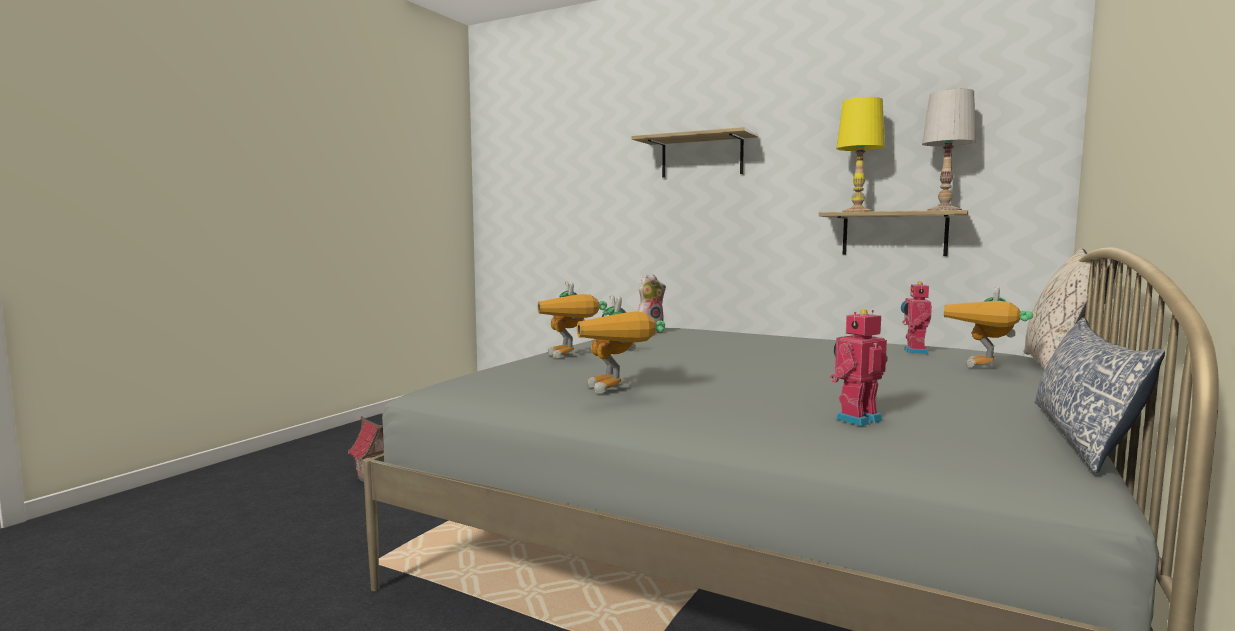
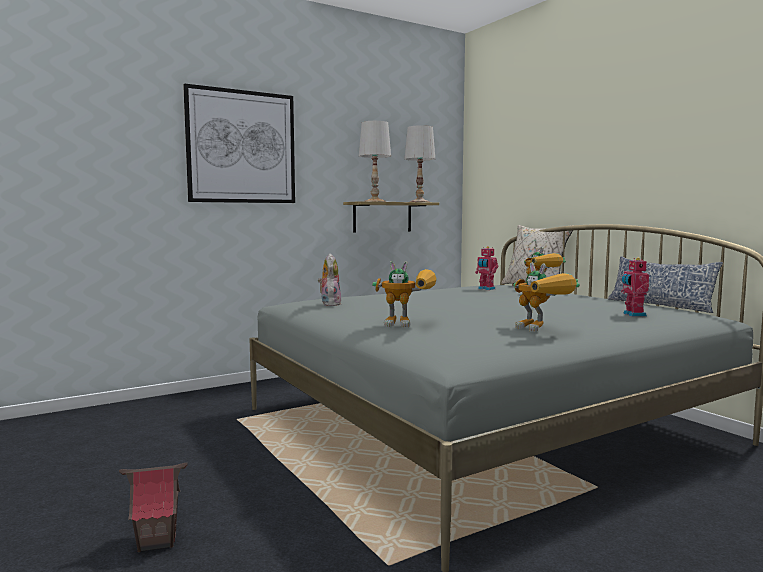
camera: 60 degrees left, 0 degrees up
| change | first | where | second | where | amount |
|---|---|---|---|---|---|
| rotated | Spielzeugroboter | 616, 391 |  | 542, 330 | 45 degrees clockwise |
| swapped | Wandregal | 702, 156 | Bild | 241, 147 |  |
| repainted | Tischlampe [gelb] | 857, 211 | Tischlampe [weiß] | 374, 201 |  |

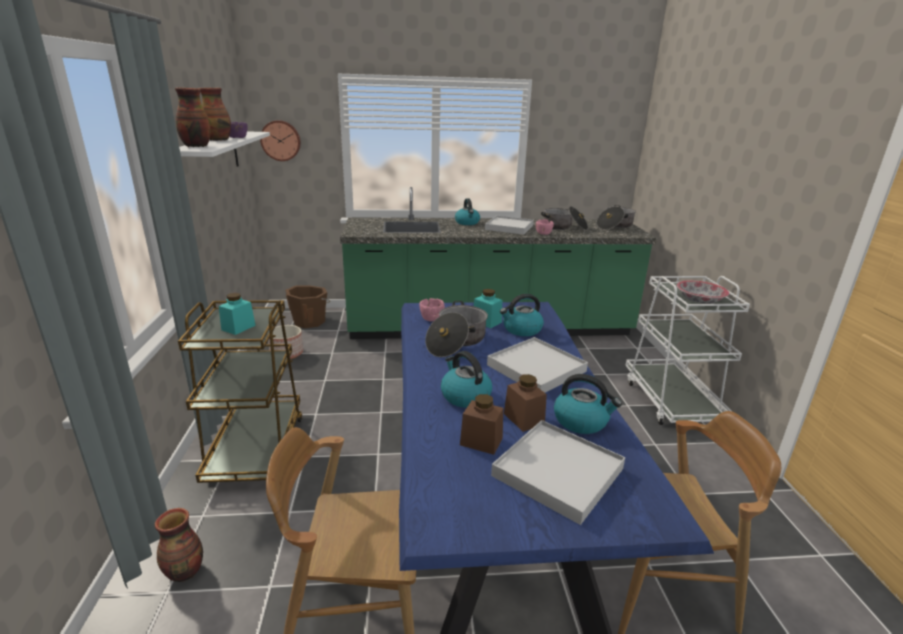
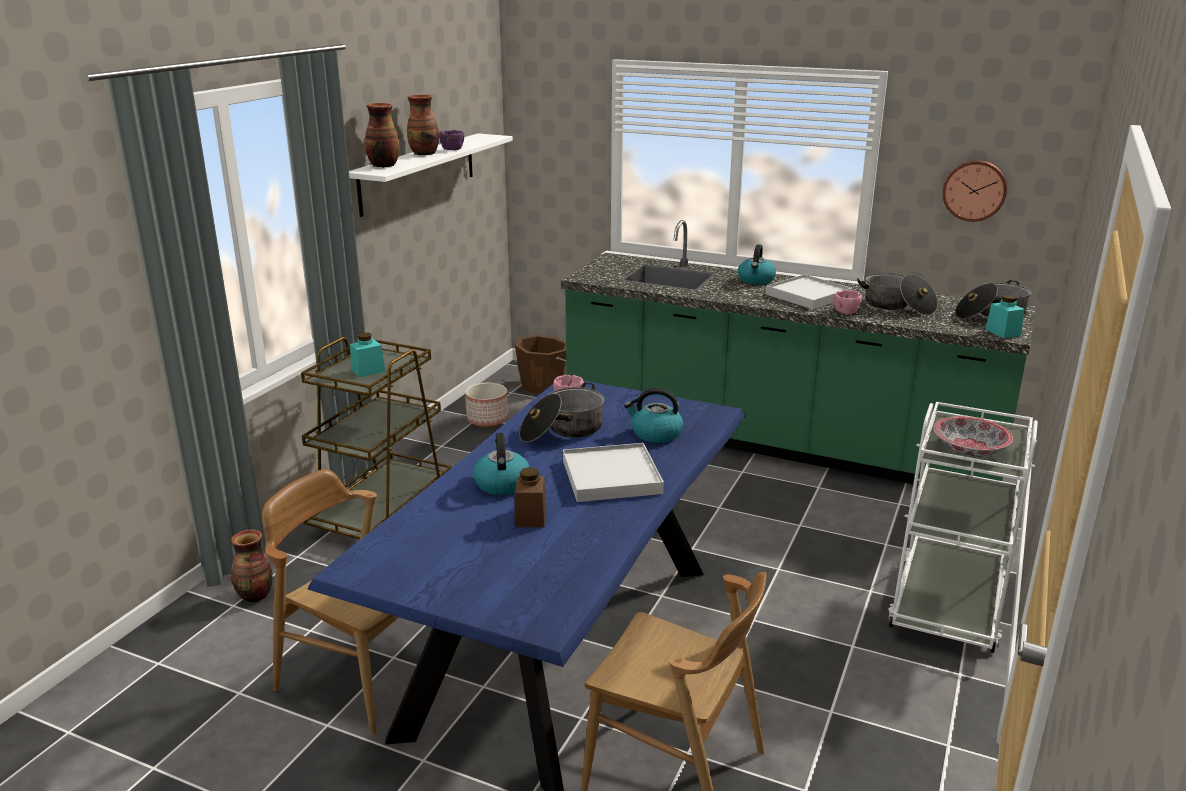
camera: 30 degrees right, 0 degrees up
| change | first | where | second | where | amount |
|---|---|---|---|---|---|
| shifted | Wanduhr | 281, 140 |  | 974, 190 |  |
| gone | Vorratsglas [braun] | 481, 441 |  |  |  |
| shifted | Vorratsglas [türkis] | 486, 322 |  | 1003, 332 |  |
| gone | Tablett [weiß] | 558, 472 |  |  |  |
| gone | Wasserkessel | 581, 421 |  |  |  |

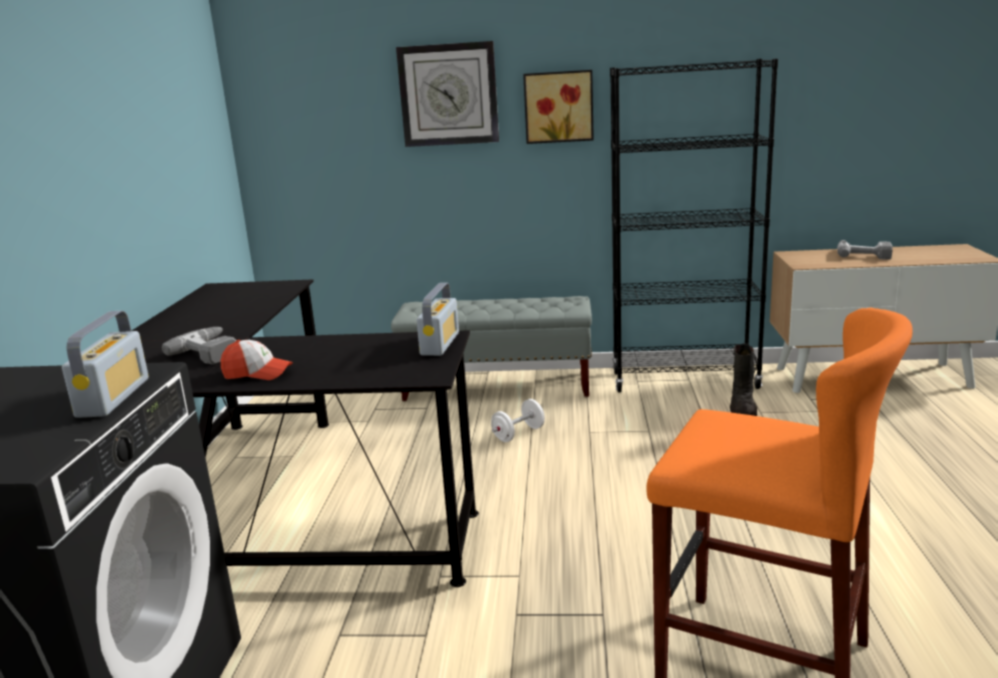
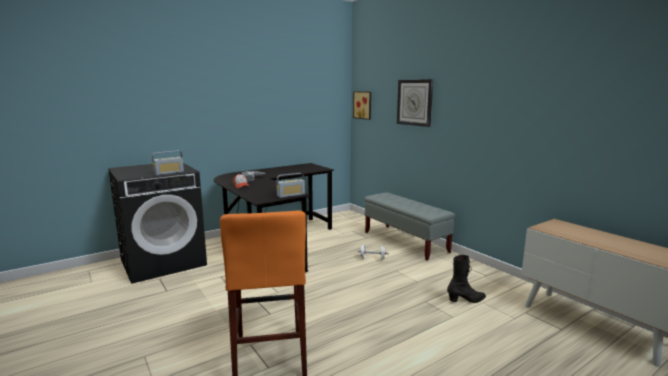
camera: 50 degrees right, 5 degrees down
| change | first | where | second | where | amount |
|---|---|---|---|---|---|
| shifted | Bild | 558, 107 |  | 363, 105 |  |
| gone | Bücherregal [schwarz] | 684, 380 |  |  |  |
| gone | Bohrmaschine | 862, 254 |  |  |  |

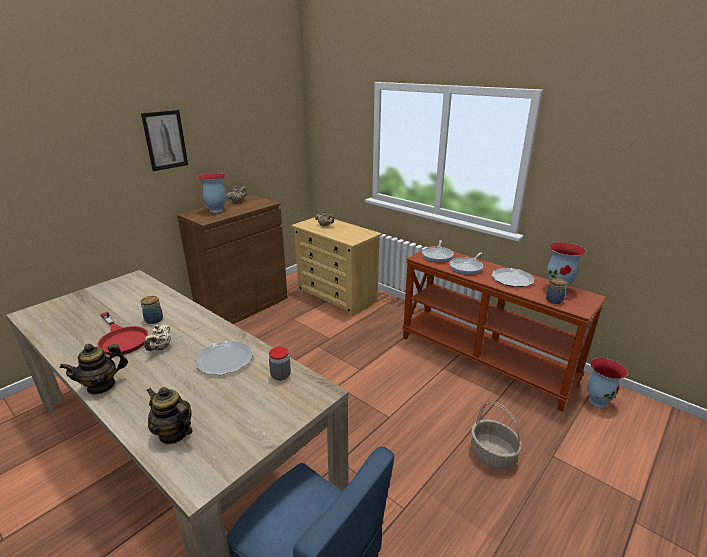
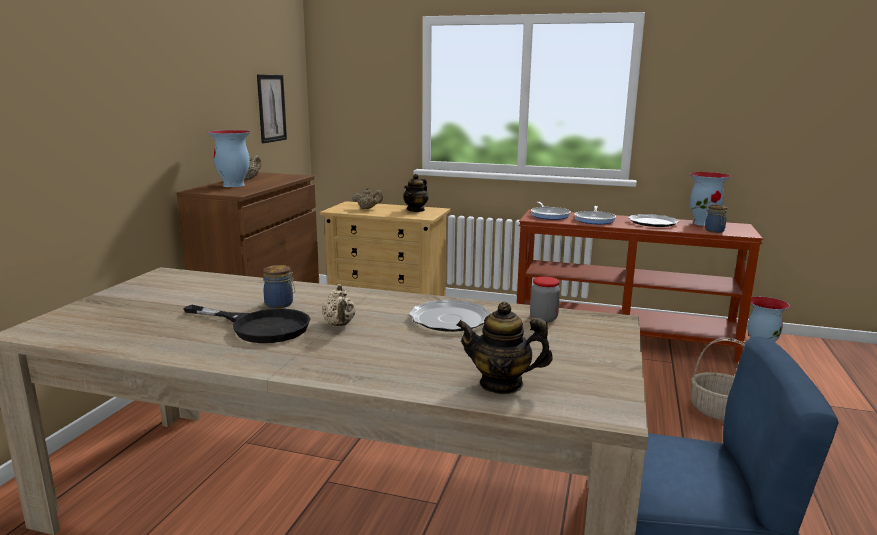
camera: 25 degrees left, 10 degrees down
| change | first | where | second | where | amount |
|---|---|---|---|---|---|
| shifted | Teekanne | 101, 386 |  | 416, 210 |  |
| repainted | Pfanne [rot] | 121, 338 | Pfanne [schwarz] | 260, 327 |  |
| shifted | Bild | 165, 140 |  | 271, 108 |  |

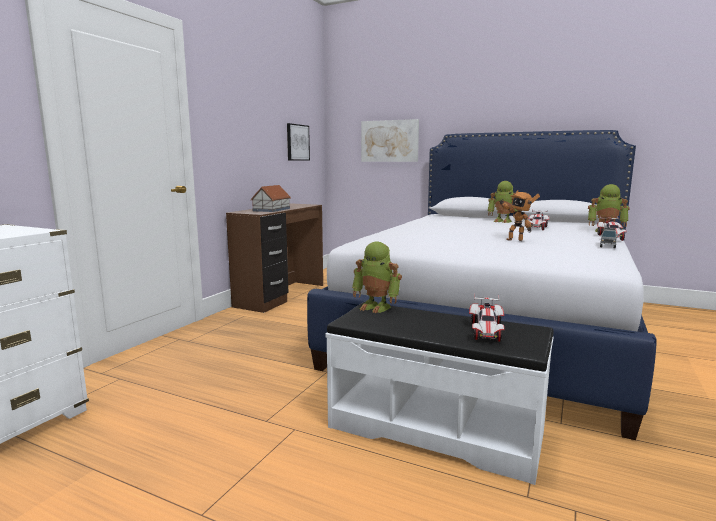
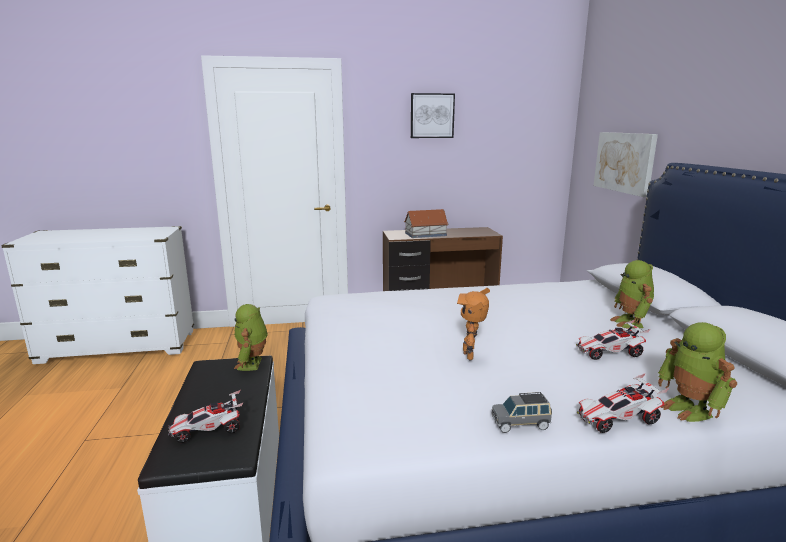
camera: 55 degrees right, 5 degrees up
| change | first | where | second | where | amount |
|---|---|---|---|---|---|
| shifted | Bild | 297, 142 |  | 432, 115 |  |

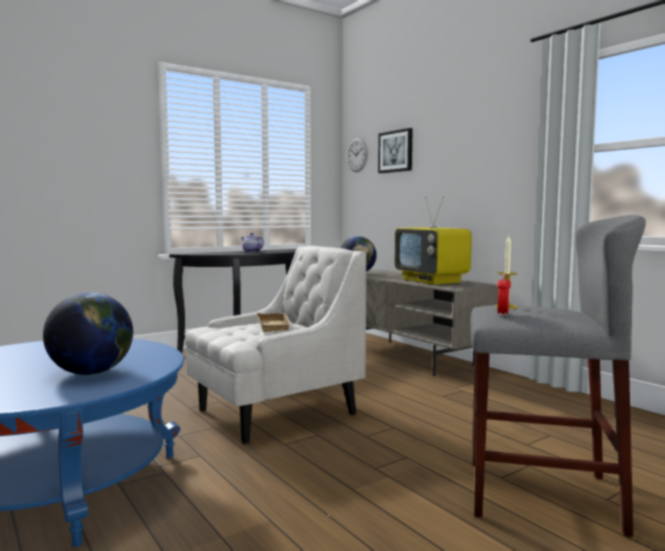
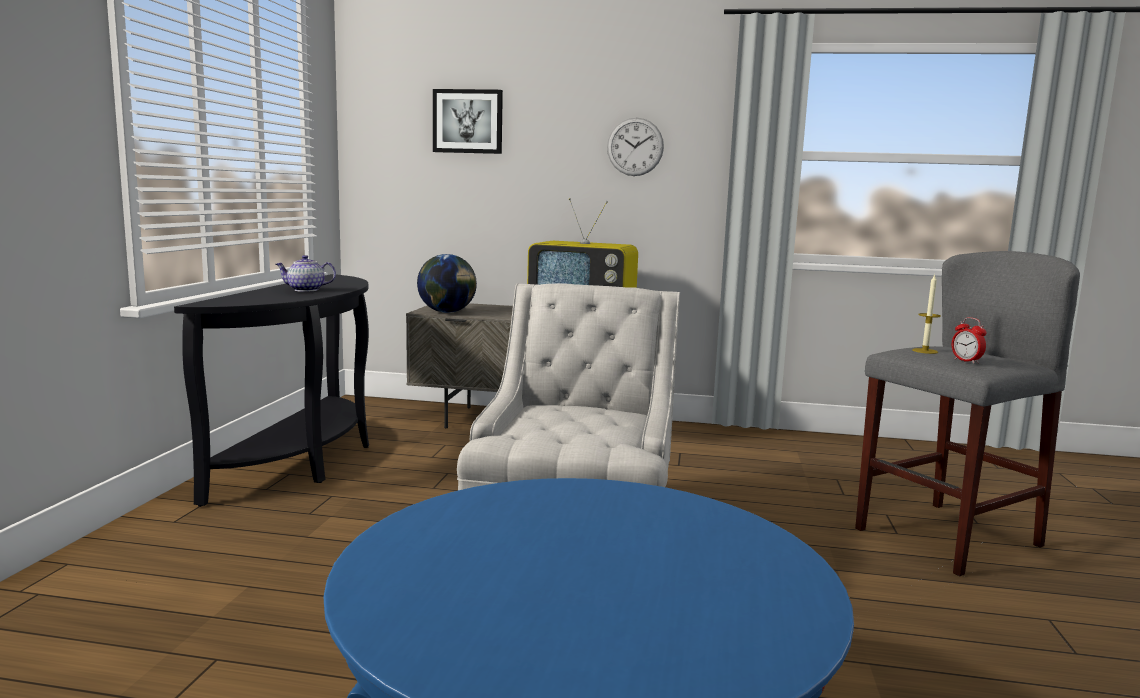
camera: 45 degrees left, 5 degrees up
| change | first | where | second | where | amount |
|---|---|---|---|---|---|
| gone | Globus | 91, 373 |  |  |  |
| gone | Tablett [beige] | 275, 326 |  |  |  |
| shifted | Wanduhr | 357, 155 |  | 635, 147 |  |

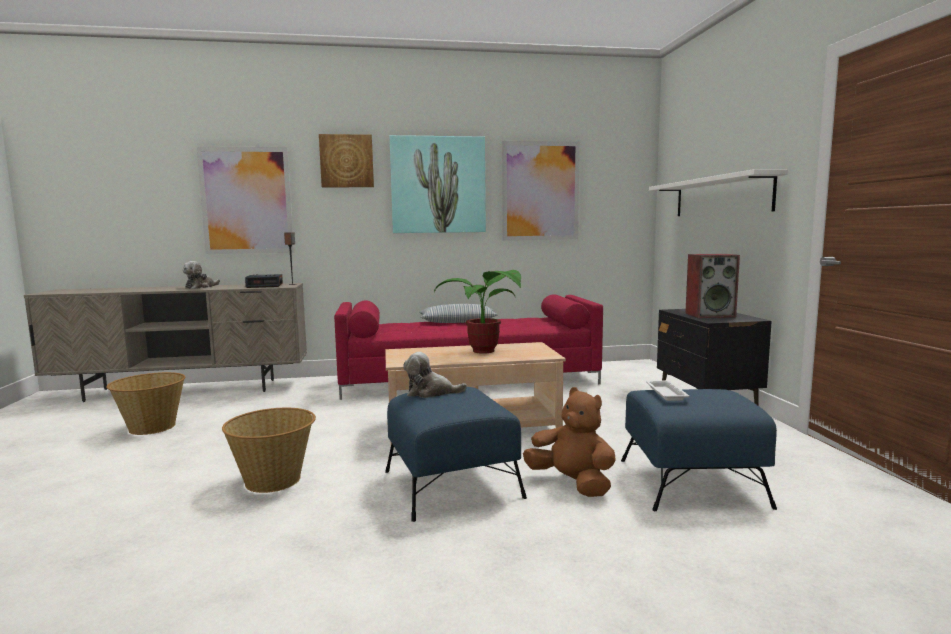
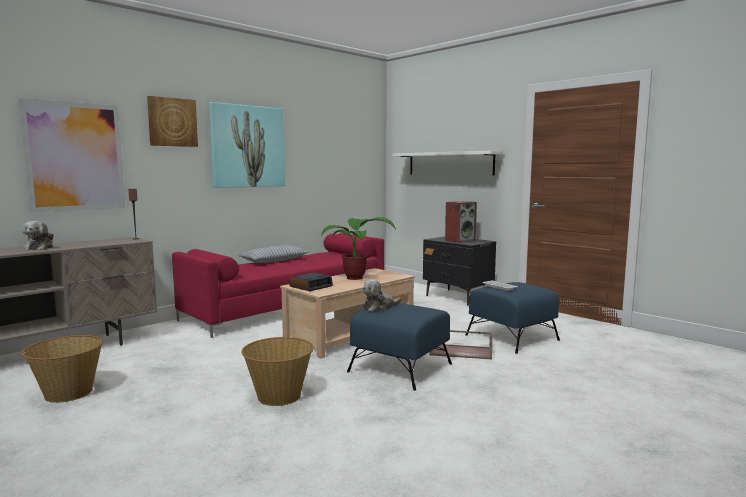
camera: 35 degrees left, 0 degrees up
| change | first | where | second | where | amount |
|---|---|---|---|---|---|
| shifted | Wecker | 265, 286 |  | 311, 286 |  |
| gone | Bild | 540, 191 |  |  |  |
| swapped | Plüschtier [braun] | 572, 483 | Tablett [braun] | 461, 351 |  |

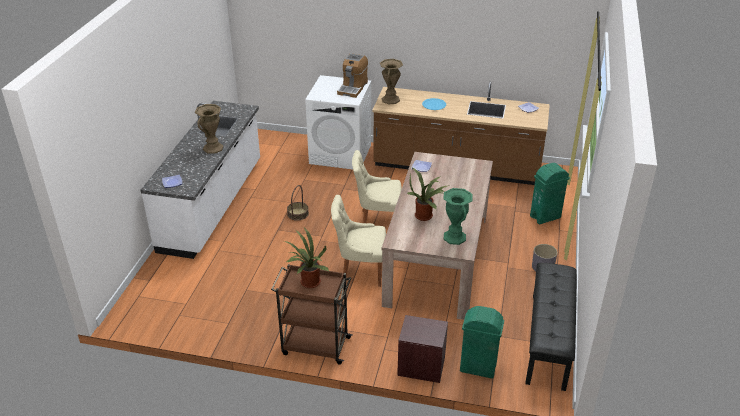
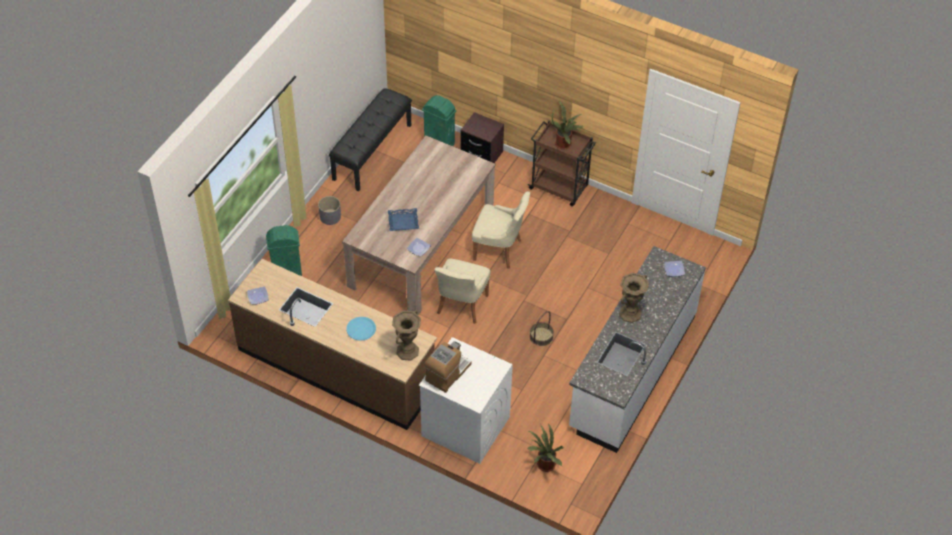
camera: 165 degrees left, 15 degrees up
| change | first | where | second | where | amount |
|---|---|---|---|---|---|
| rotated | Stuhl [beige] | 377, 222 |  | 461, 306 | 90 degrees clockwise |
| shifted | Topfpflanze | 425, 215 |  | 544, 465 |  |
| gone | Vase [grün] | 454, 237 |  |  |  |
| new |  |  | Tablett [blau] | 403, 222 |  |

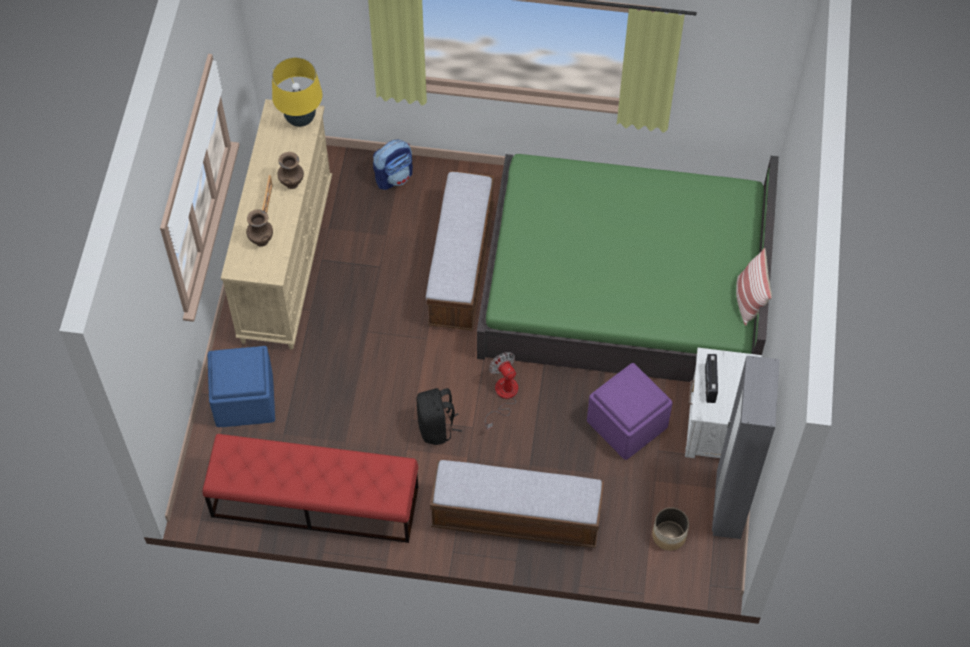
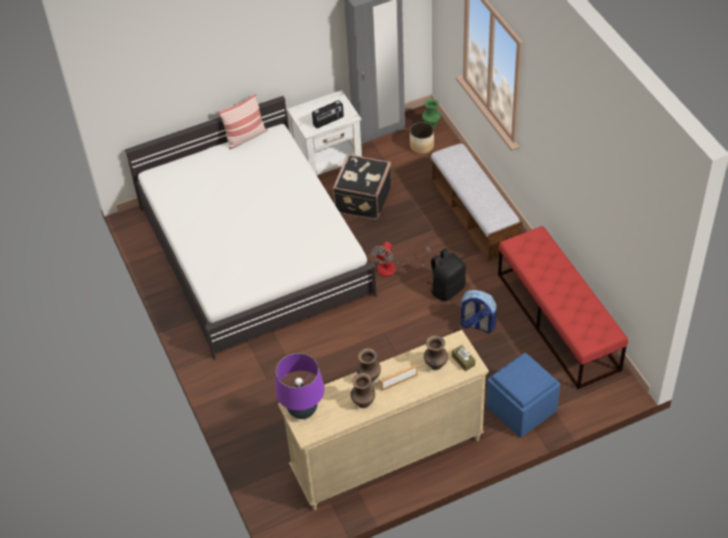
camera: 120 degrees left, 10 degrees down
| change | first | where | second | where | amount |
|---|---|---|---|---|---|
| repainted | Tischlampe [gelb] | 300, 118 | Tischlampe [lila] | 302, 410 |  |
| shifted | Rucksack | 394, 177 |  | 477, 325 |  |
| gone | Bank | 461, 266 |  |  |  |
| repainted | Bett [grün] | 625, 286 | Bett [weiß] | 254, 249 |  |
| swapped | Polsterhocker [lila] | 626, 424 | Koffer [schwarz] | 362, 199 |  |
| new |  |  | Vase [braun] | 363, 403 |  |
| new |  |  | Vase [grün] | 431, 124 |  |
| new |  |  | Taschentuchbox [braun] | 463, 361 |  |

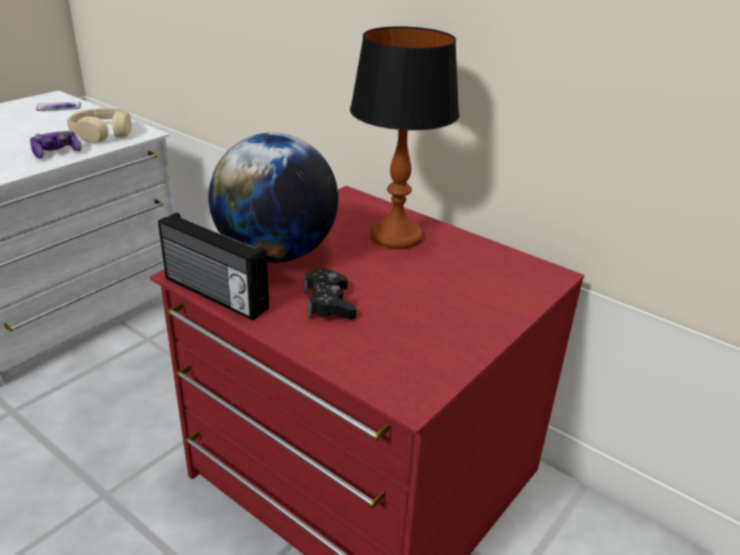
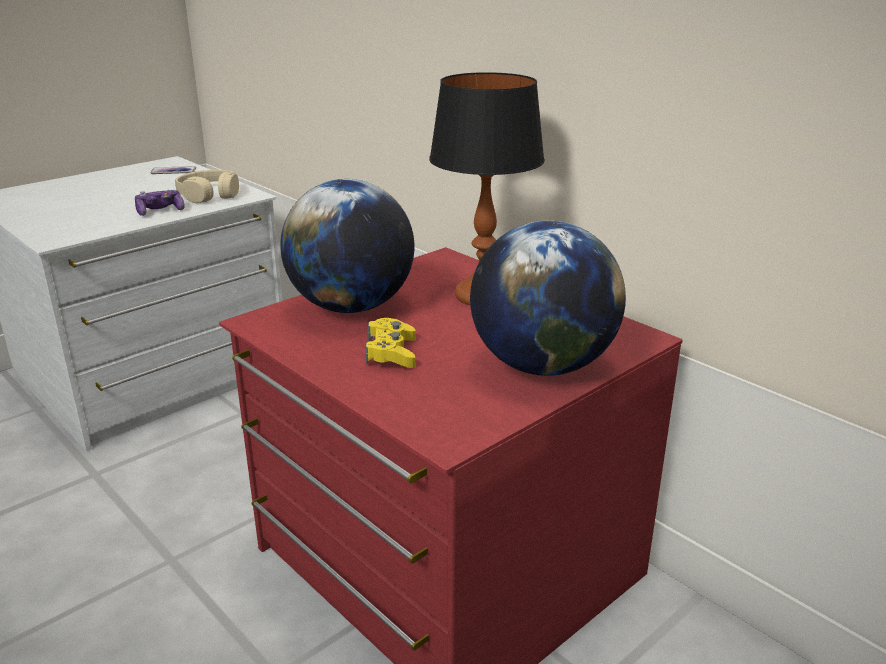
camera: 10 degrees right, 5 degrees down
| change | first | where | second | where | amount |
|---|---|---|---|---|---|
| gone | Radio | 214, 295 |  |  |  |
| repainted | Gamepad [schwarz] | 329, 303 | Gamepad [gelb] | 391, 352 |  |
| new |  |  | Globus | 542, 366 |  |

